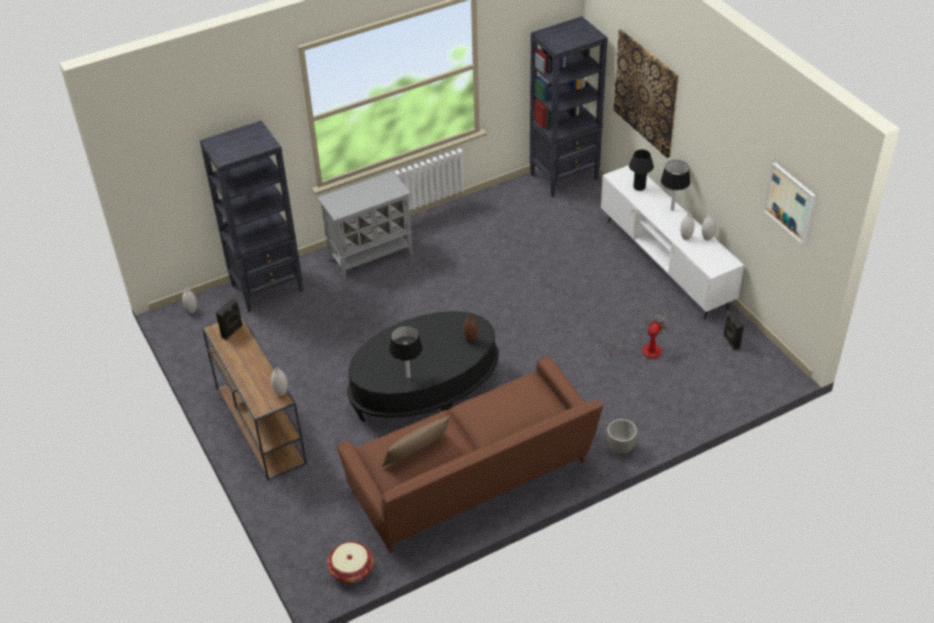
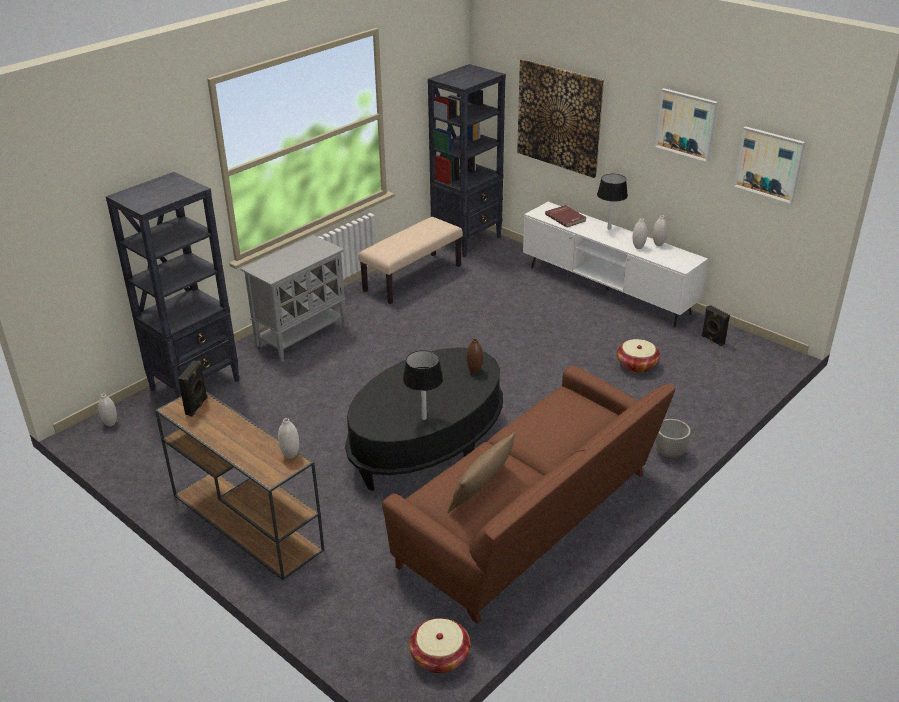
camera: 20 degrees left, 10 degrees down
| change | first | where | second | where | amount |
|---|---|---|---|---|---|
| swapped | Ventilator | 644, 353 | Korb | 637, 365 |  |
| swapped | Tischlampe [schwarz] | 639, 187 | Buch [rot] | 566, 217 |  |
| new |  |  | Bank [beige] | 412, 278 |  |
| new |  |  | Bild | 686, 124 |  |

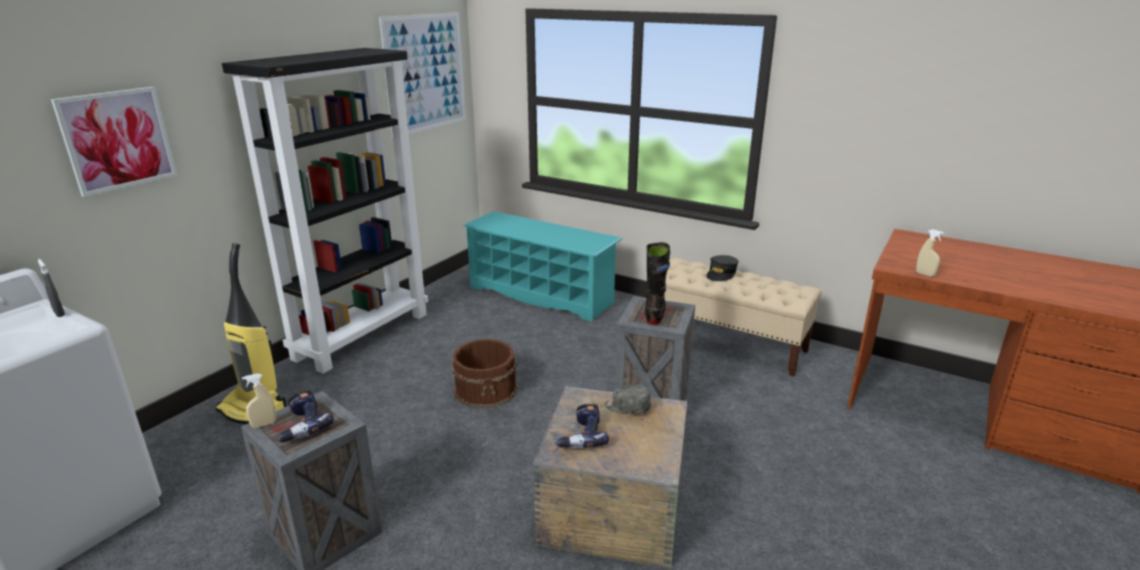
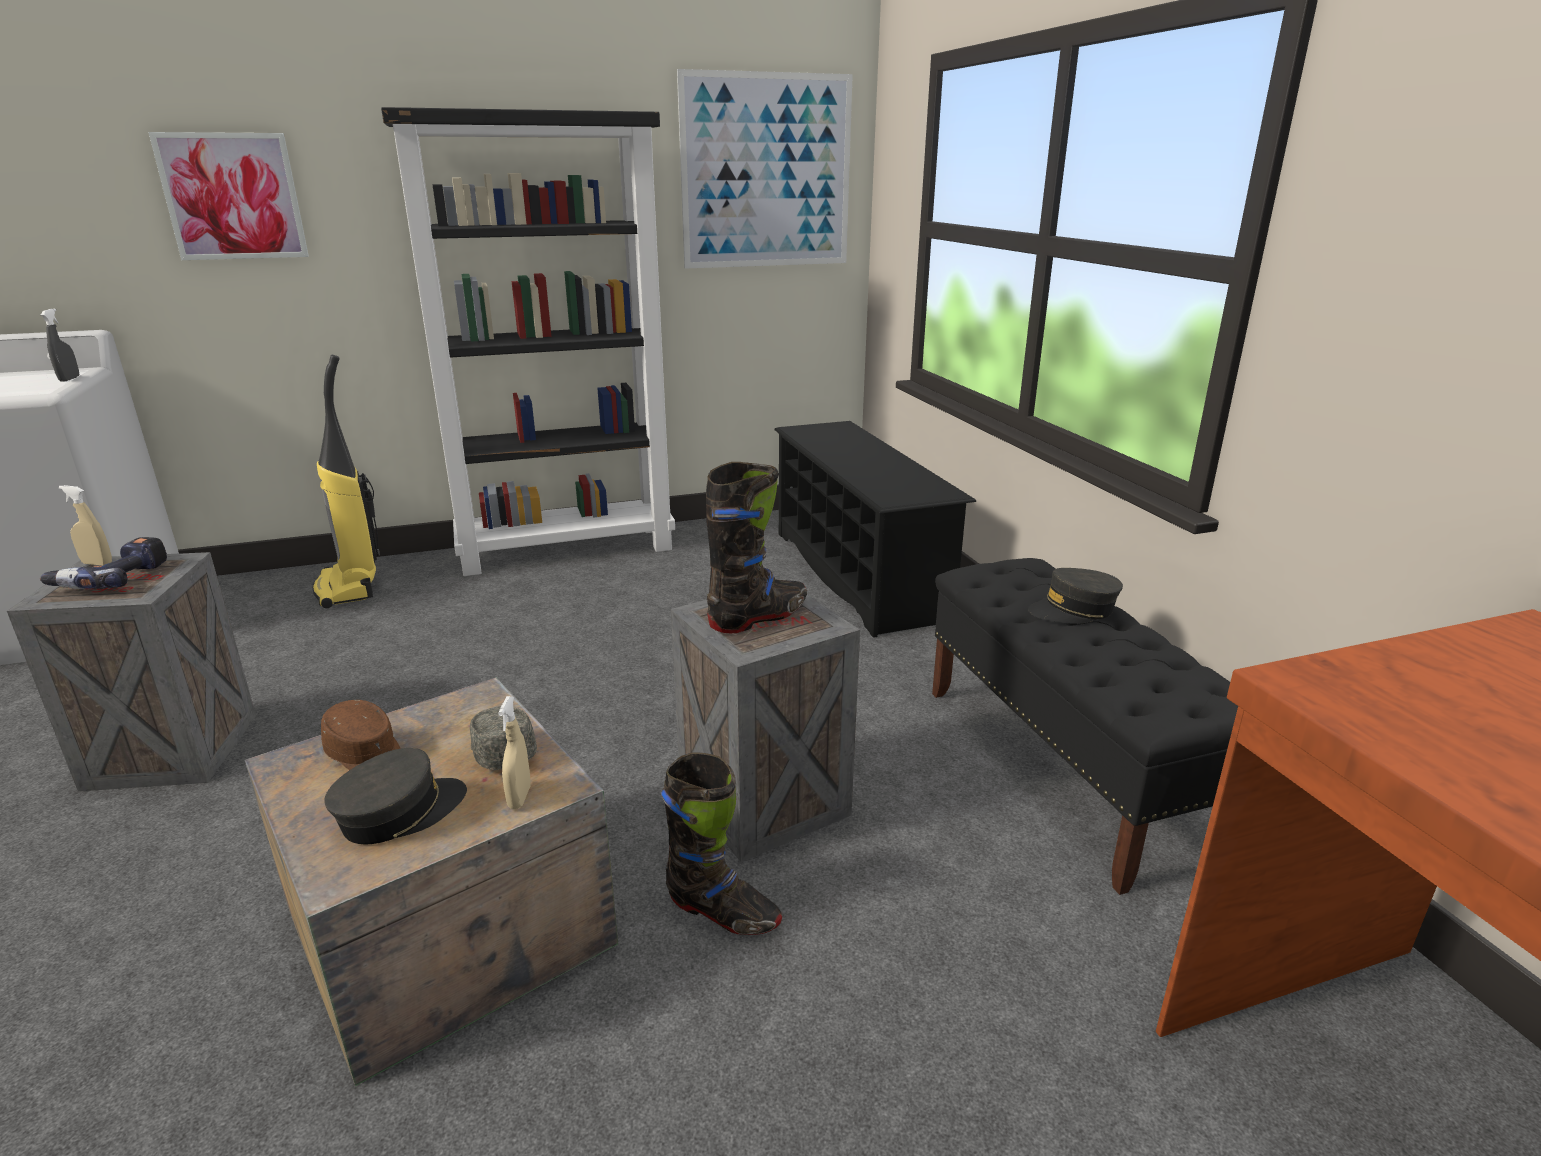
camera: 40 degrees right, 0 degrees up
| change | first | where | second | where | amount |
|---|---|---|---|---|---|
| gone | Eimer [braun] | 486, 389 |  |  |  |
| repainted | Schuhregal [türkis] | 541, 295 | Schuhregal [schwarz] | 858, 574 |  |
| swapped | Bohrmaschine | 581, 435 | Kappe [braun] | 367, 755 |  |
| repainted | Bank [beige] | 727, 343 | Bank [schwarz] | 1064, 767 |  |
| shifted | Sprühflasche [beige] | 925, 274 |  | 519, 797 |  |
| new |  |  | Kappe [grau] | 400, 813 |  |
| new |  |  | Stiefel [schwarz] | 722, 912 |  |

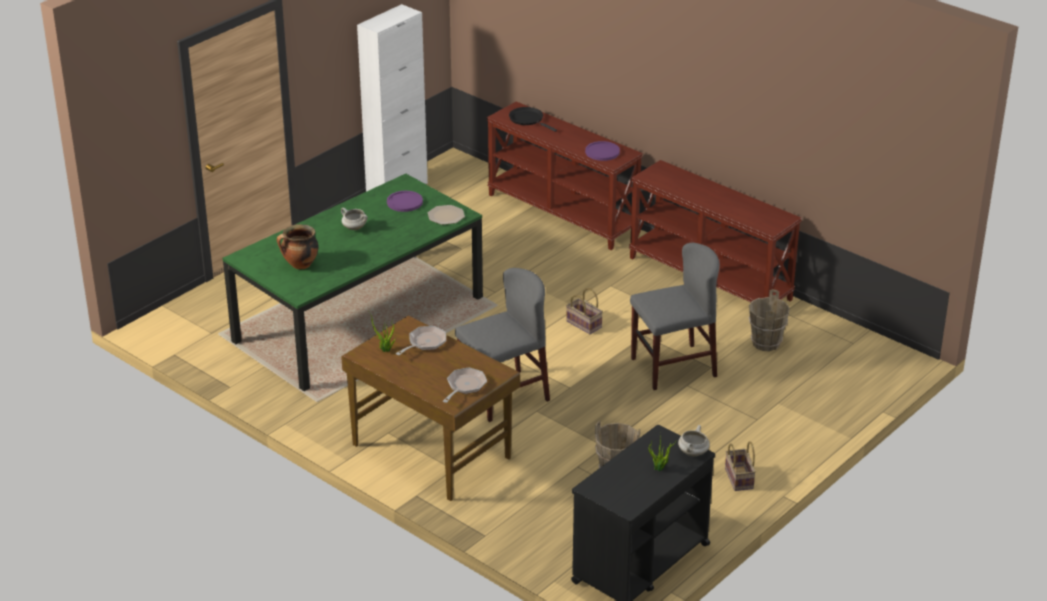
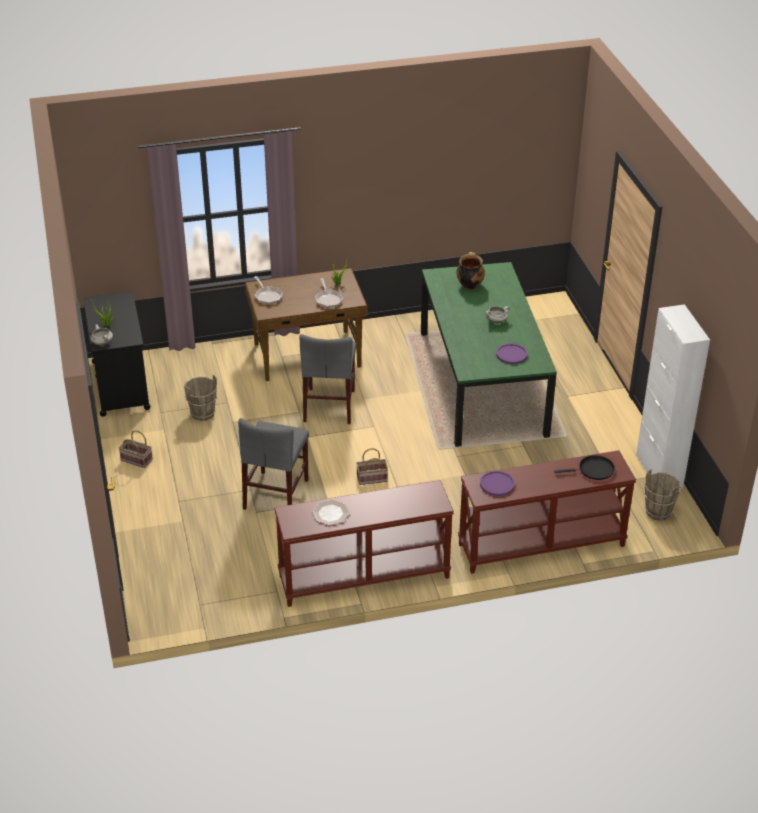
camera: 125 degrees right, 5 degrees up
| change | first | where | second | where | amount |
|---|---|---|---|---|---|
| shifted | Teller | 446, 216 |  | 330, 513 |  |
| shifted | Eimer [braun] | 765, 343 |  | 658, 512 |  |

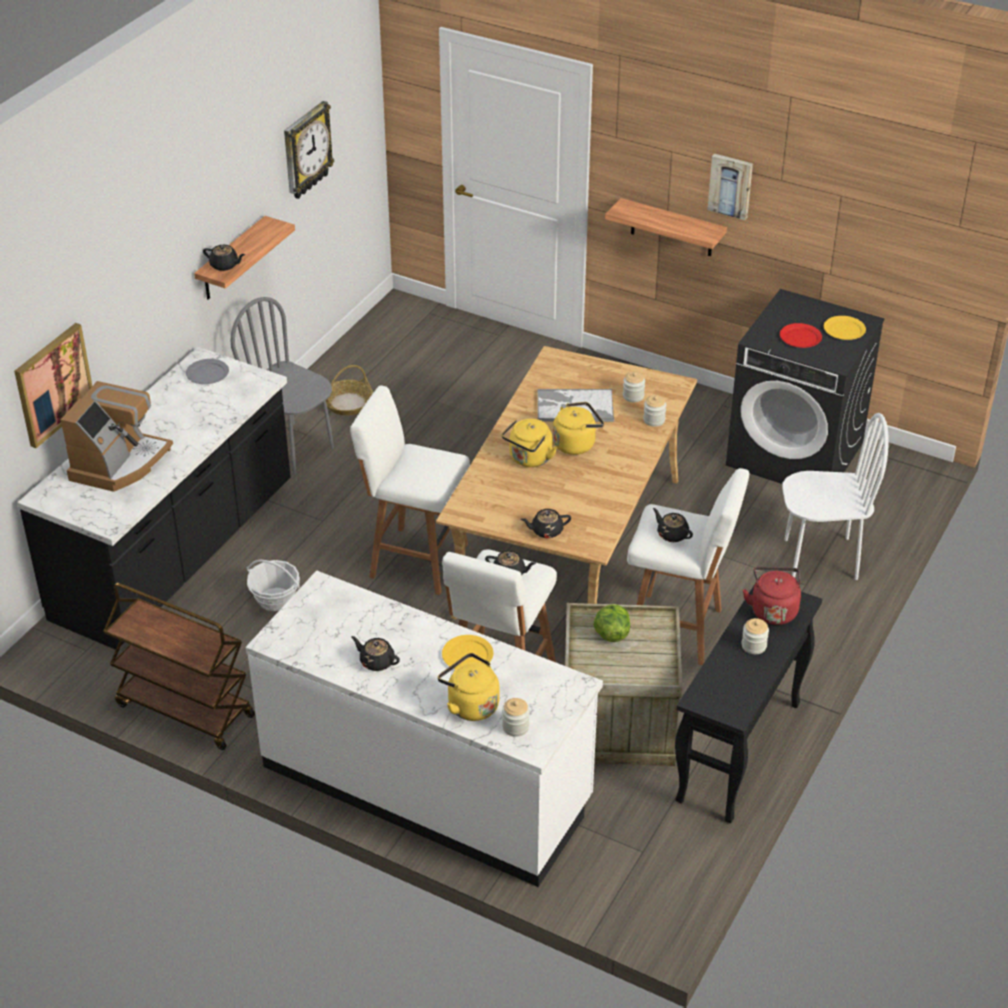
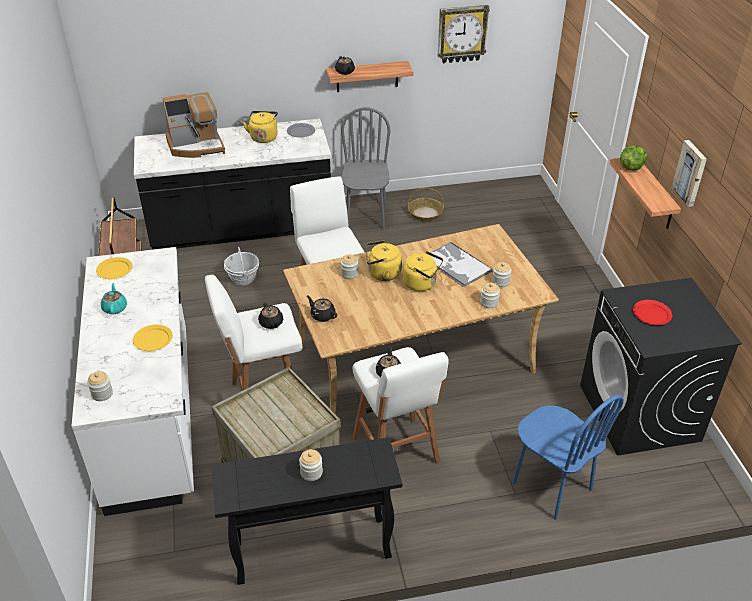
camera: 50 degrees right, 0 degrees up
| change | first | where | second | where | amount |
|---|---|---|---|---|---|
| gone | Bild | 53, 384 |  |  |  |
| repainted | Teekanne [schwarz] | 376, 661 | Teekanne [türkis] | 115, 308 |  |
| shifted | Wasserkessel [gelb] | 470, 705 |  | 264, 137 |  |
| shifted | Salatkopf | 611, 634 |  | 631, 167 |  |
| gone | Wasserkessel [rot] | 773, 610 |  |  |  |
| repainted | Stuhl [weiß] | 820, 558 | Stuhl [blau] | 551, 486 |  |
| shifted | Teller [gelb] | 844, 330 |  | 115, 270 |  |
| new |  |  | Vorratsglas | 349, 274 |  |

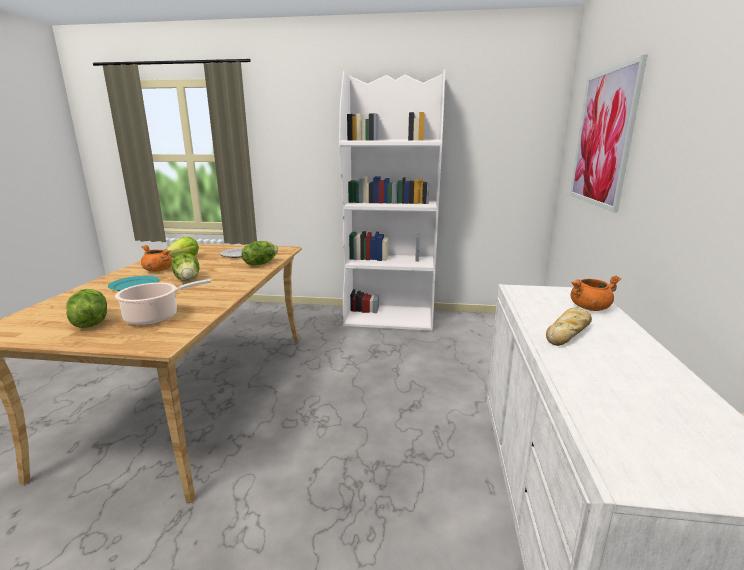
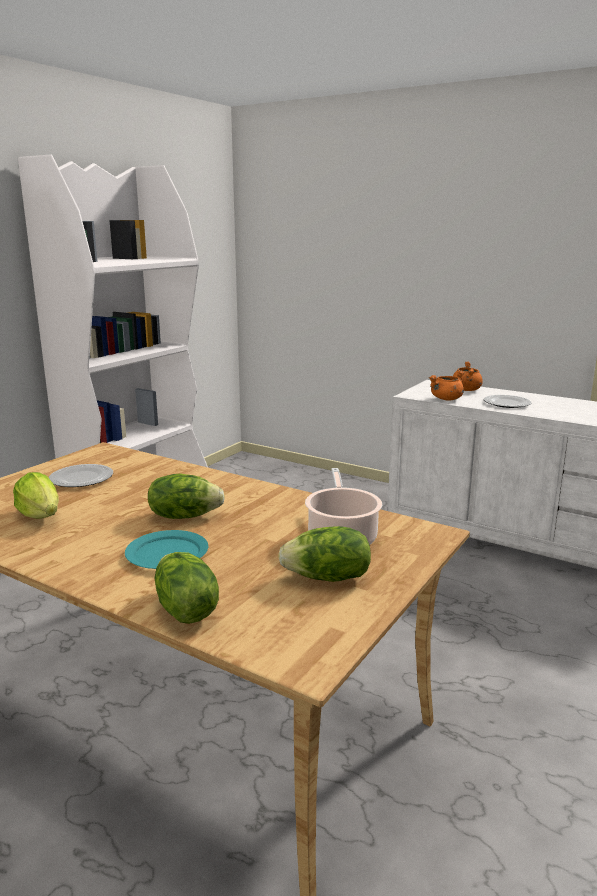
camera: 65 degrees left, 0 degrees up
| change | first | where | second | where | amount |
|---|---|---|---|---|---|
| shifted | Kochtopf [orange] | 158, 270 |  | 446, 399 |  |
| shifted | Salatkopf | 260, 263 |  | 184, 610 |  |
| swapped | Brot | 568, 332 | Teller | 506, 403 |  |
| gone | Bild | 602, 138 |  |  |  |

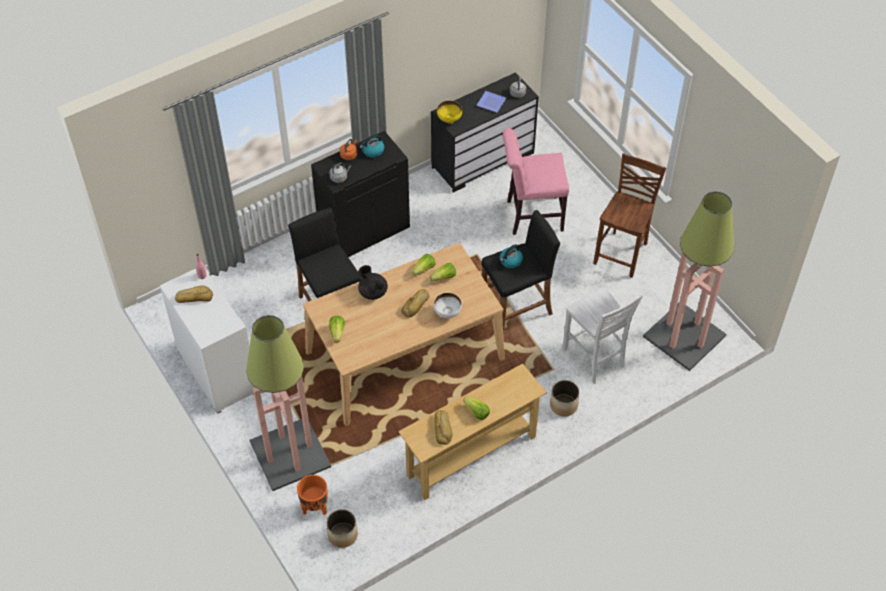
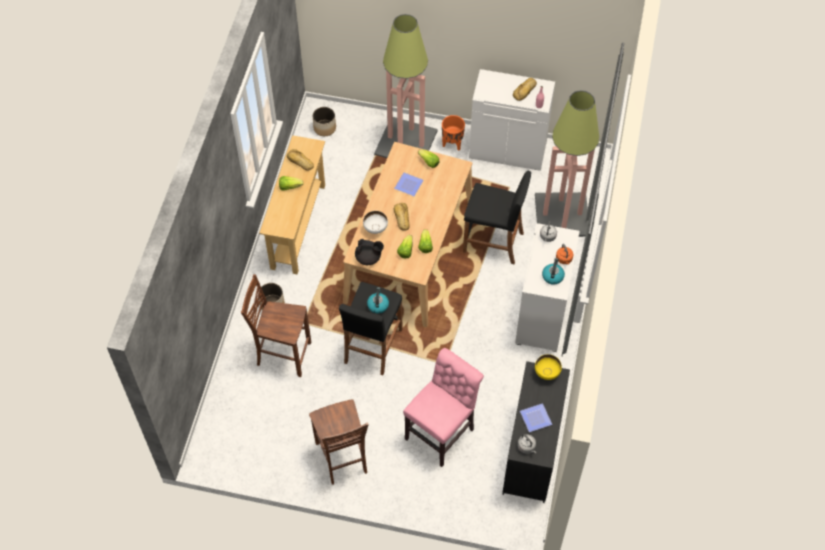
camera: 135 degrees right, 5 degrees up
| change | first | where | second | where | amount |
|---|---|---|---|---|---|
| shifted | Pflanzkübel [orange] | 314, 508 |  | 452, 144 |  |
| repainted | Schrank [schwarz] | 364, 230 | Schrank [weiß] | 543, 315 |  |
| shifted | Teekanne [schwarz] | 372, 292 |  | 368, 258 |  |
| repainted | Stuhl [weiß] | 594, 359 | Stuhl [braun] | 282, 354 |  |
| shifted | Stehlampe | 685, 336 |  | 561, 215 |  |
| new |  |  | Teller | 407, 185 |  |

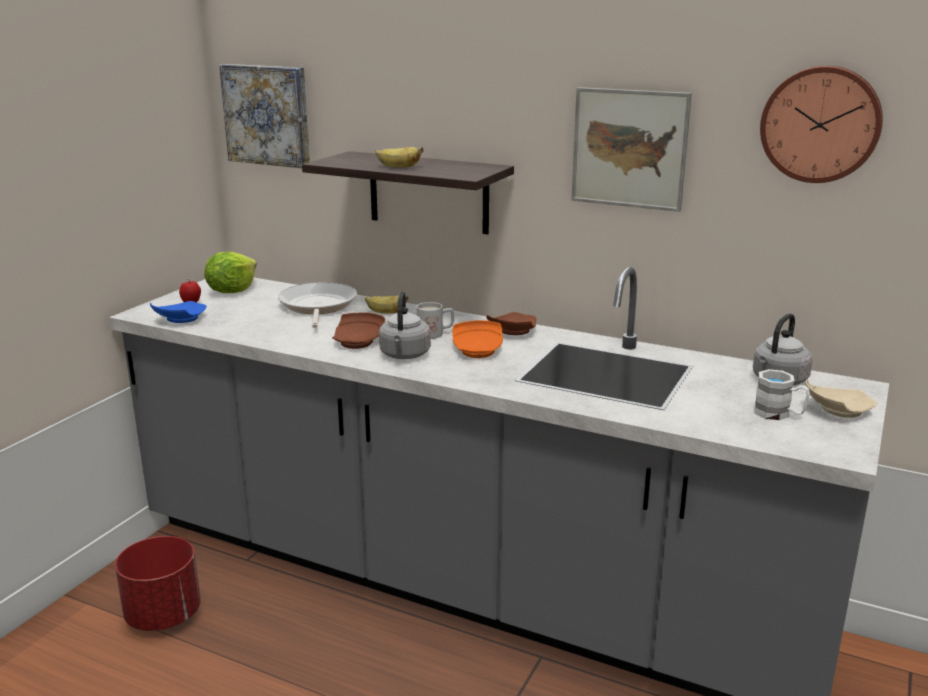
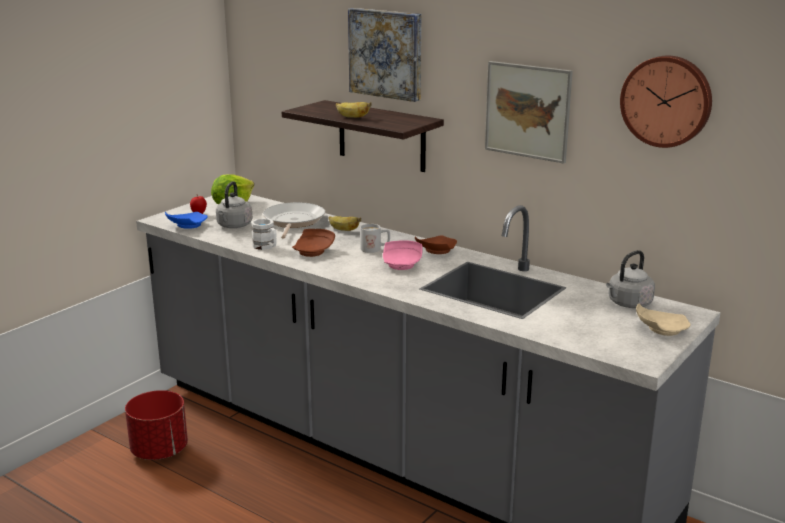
camera: 10 degrees right, 0 degrees up
| change | first | where | second | where | amount |
|---|---|---|---|---|---|
| shifted | Bild | 268, 115 |  | 387, 53 |  |
| shifted | Wasserkessel [grau] | 404, 355 |  | 233, 226 |  |
| repainted | Teller [orange] | 478, 350 | Teller [rosa] | 402, 264 |  |
| shifted | Henkelbecher [weiß] | 779, 414 |  | 266, 247 |  |

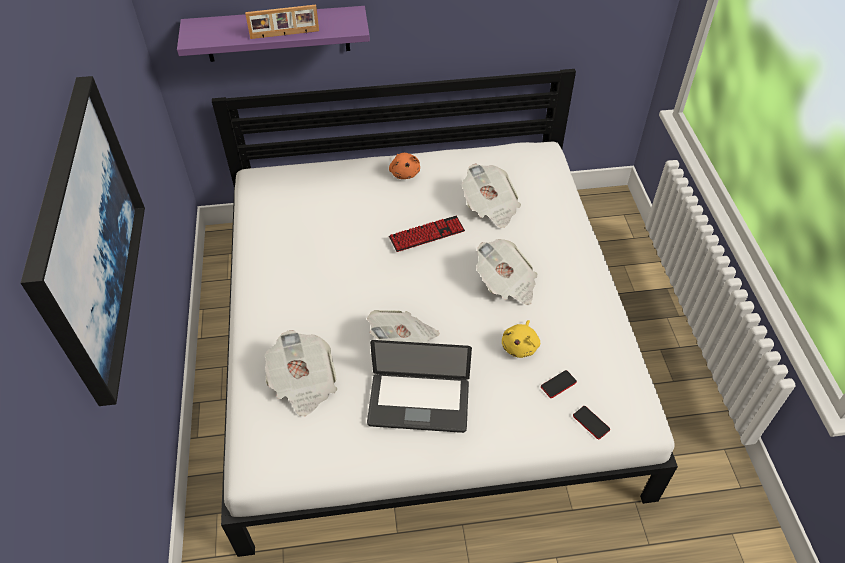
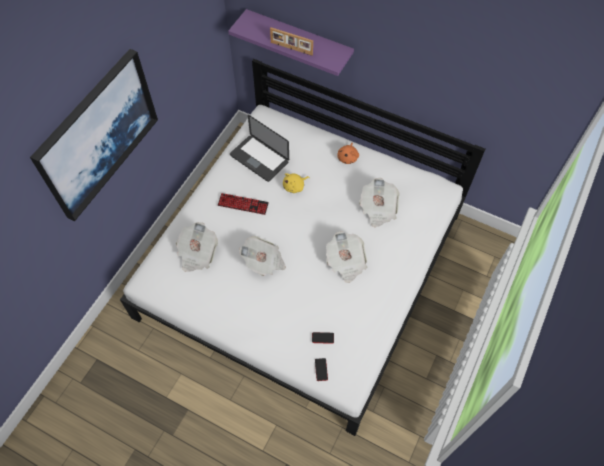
camera: 35 degrees right, 10 degrees up
| change | first | where | second | where | amount |
|---|---|---|---|---|---|
| shifted | Laptop | 418, 403 |  | 259, 158 |  |
| shifted | Tastatur | 427, 234 |  | 243, 204 |  |
| shifted | Plüschtier [gelb] | 520, 346 |  | 295, 186 |  |

